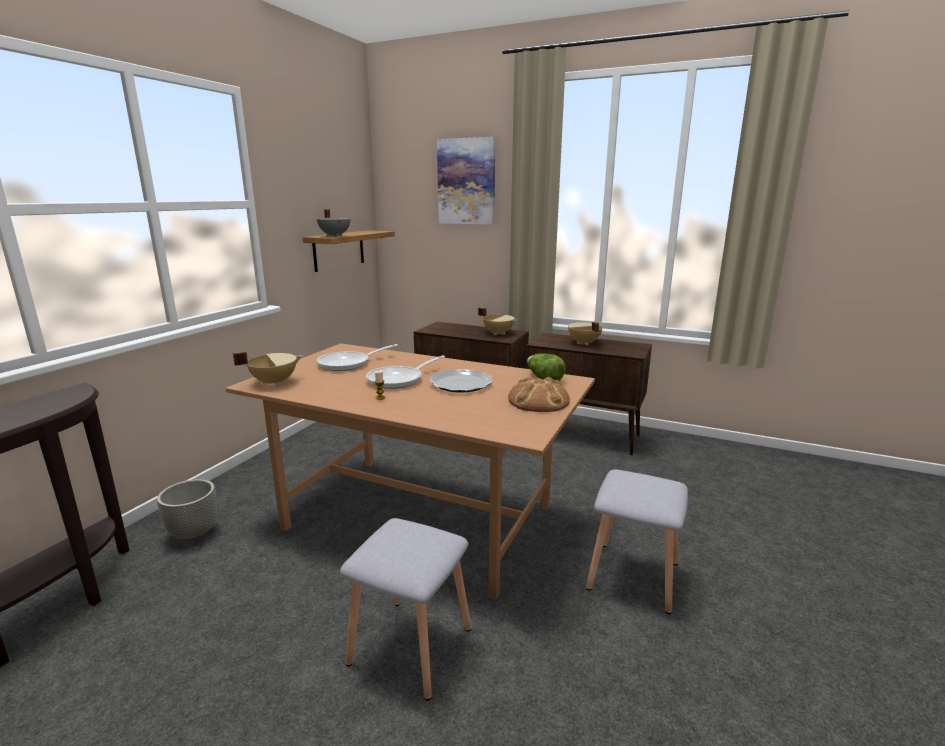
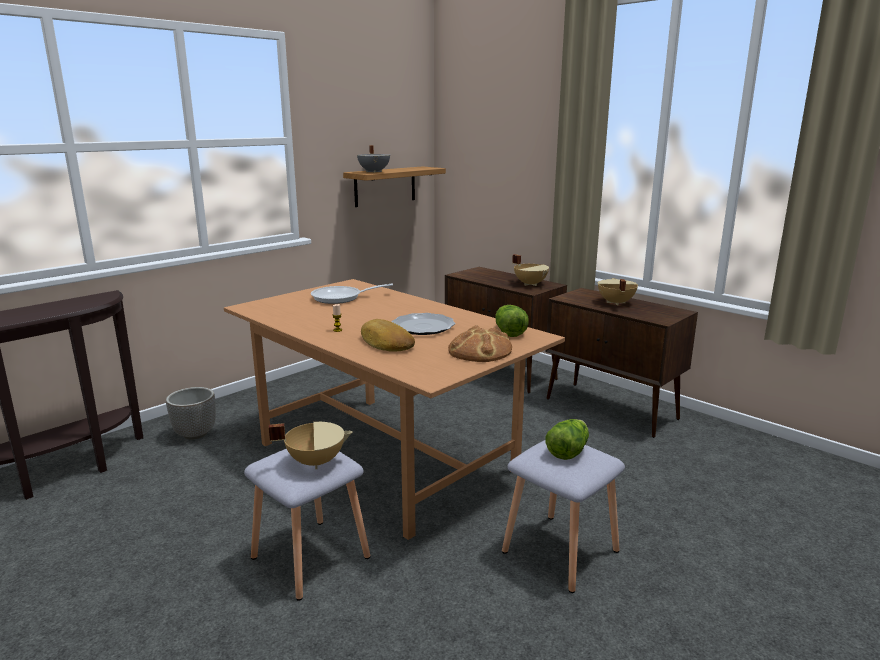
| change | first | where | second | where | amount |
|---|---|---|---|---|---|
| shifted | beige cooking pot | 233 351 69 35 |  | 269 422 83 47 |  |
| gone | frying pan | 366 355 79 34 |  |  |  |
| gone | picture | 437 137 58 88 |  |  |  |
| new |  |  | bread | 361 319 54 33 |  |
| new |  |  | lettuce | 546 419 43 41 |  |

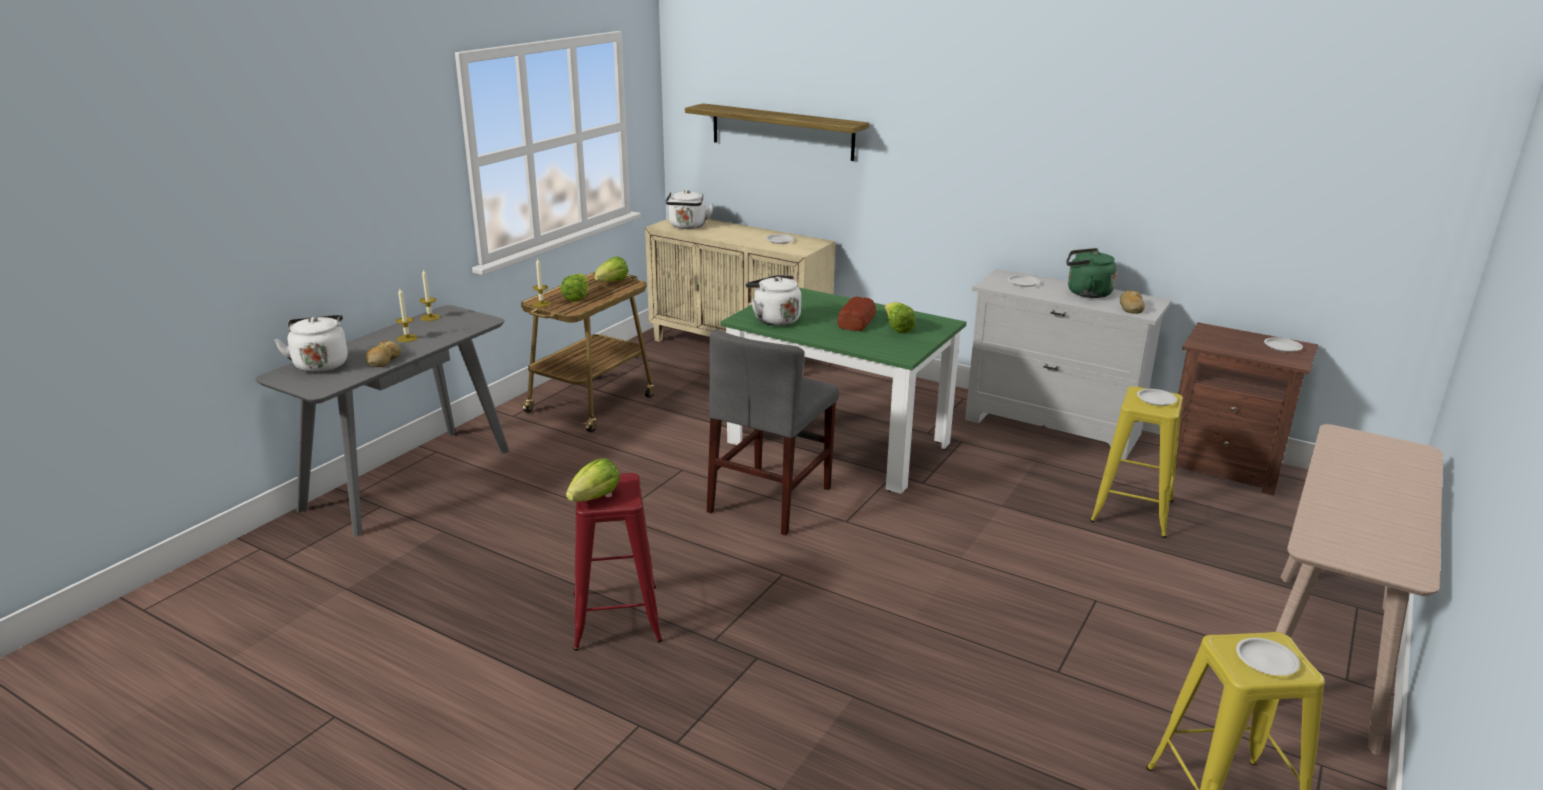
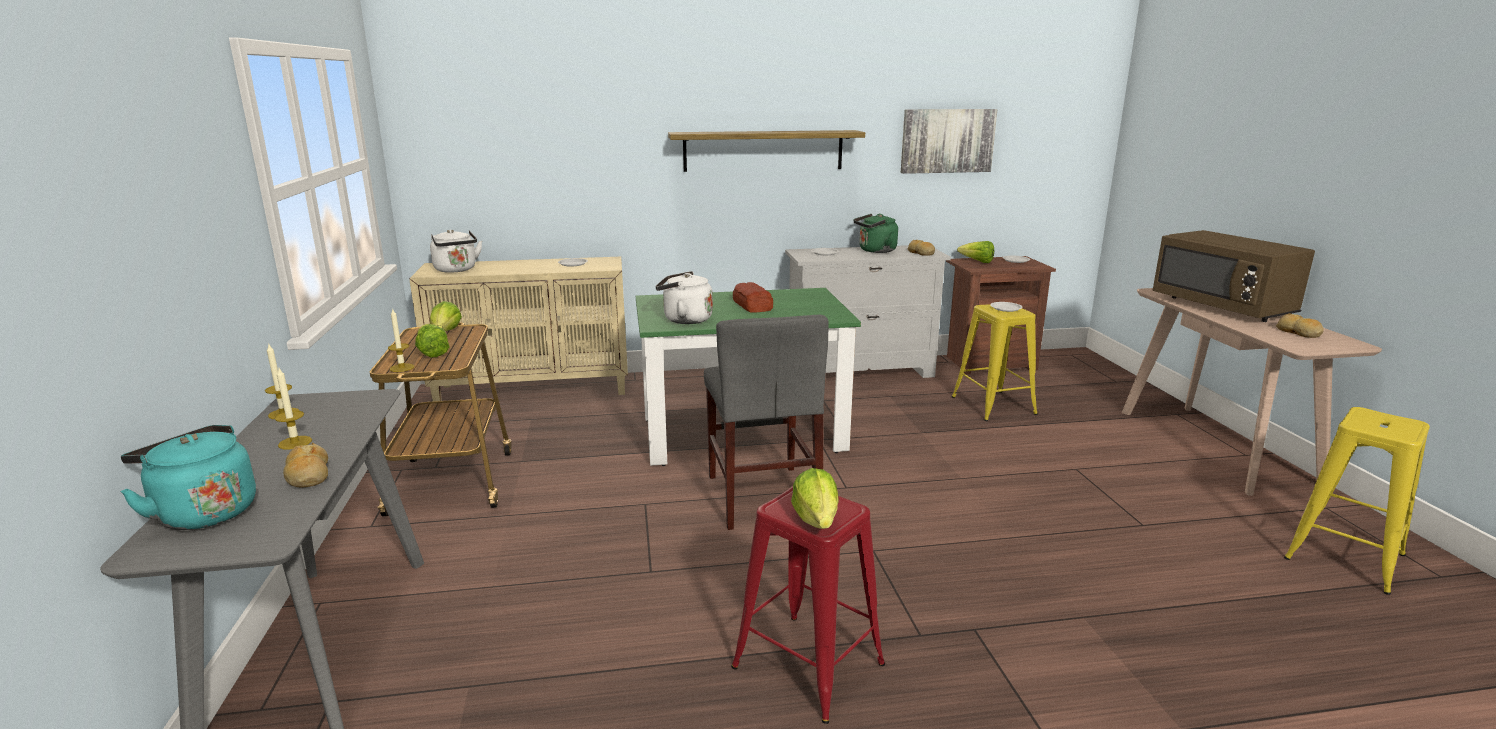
| change | first | where | second | where | amount |
|---|---|---|---|---|---|
| repainted | white kettle | 274 315 74 58 | turquoise kettle | 120 425 136 105 |  |
| shifted | shelf | 685 103 184 58 |  | 668 130 197 42 |  |
| shifted | lettuce | 884 302 32 31 |  | 957 241 37 22 |  |
| gone | white plate | 1236 638 64 38 |  |  |  |
| new |  |  | picture | 901 109 96 65 |  |
| new |  |  | brown microwave | 1153 230 162 92 |  |
| new |  |  | bread | 1276 313 48 25 |  |

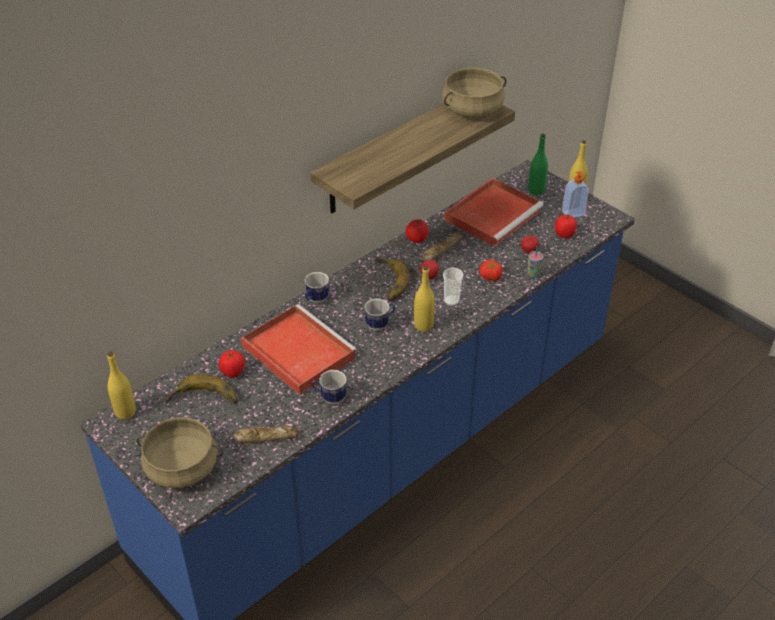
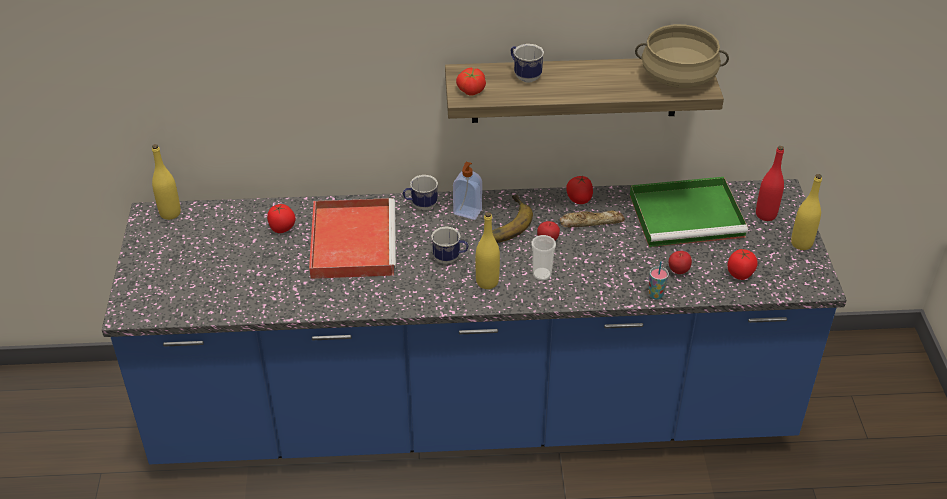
| change | first | where | second | where | amount |
|---|---|---|---|---|---|
| gone | beige cooking pot | 136 417 87 71 |  |  |  |
| gone | banana | 166 375 72 29 |  |  |  |
| gone | bread | 233 426 66 18 |  |  |  |
| shifted | mug | 312 370 34 34 |  | 511 44 33 39 |  |
| repainted | red tray | 444 178 100 69 | green tray | 630 177 118 70 |  |
| shifted | tomato | 479 259 24 22 |  | 456 68 30 28 |  |
| repainted | green bottle | 528 133 20 62 | red bottle | 756 146 28 75 |  |
| shifted | soap dispenser | 562 171 27 47 |  | 453 162 29 58 |  |

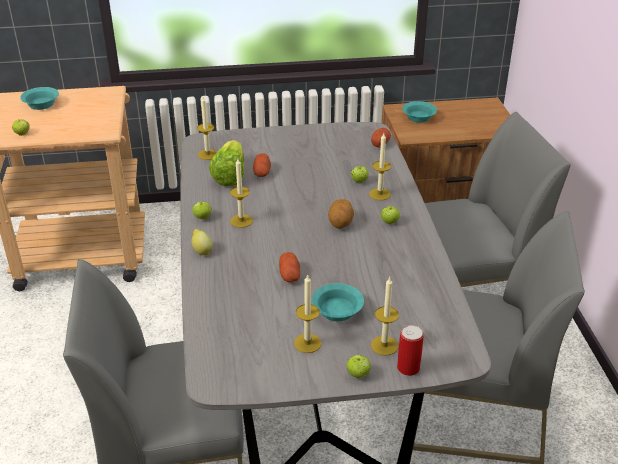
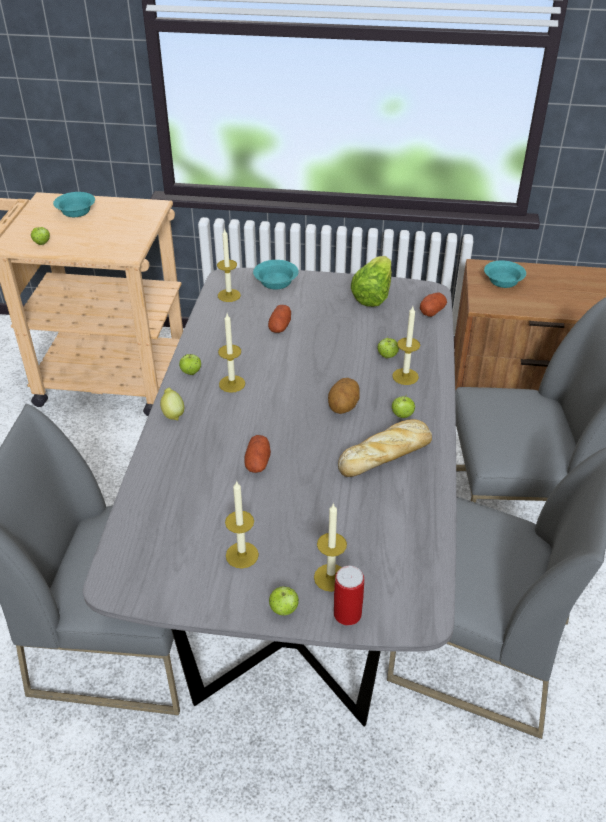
| change | first | where | second | where | amount |
|---|---|---|---|---|---|
| shifted | lettuce | 209 140 35 46 |  | 351 256 41 51 |  |
| shifted | turquoise bowl | 312 283 52 38 |  | 253 260 46 30 |  |
| new |  |  | bread | 338 419 94 58 |  |

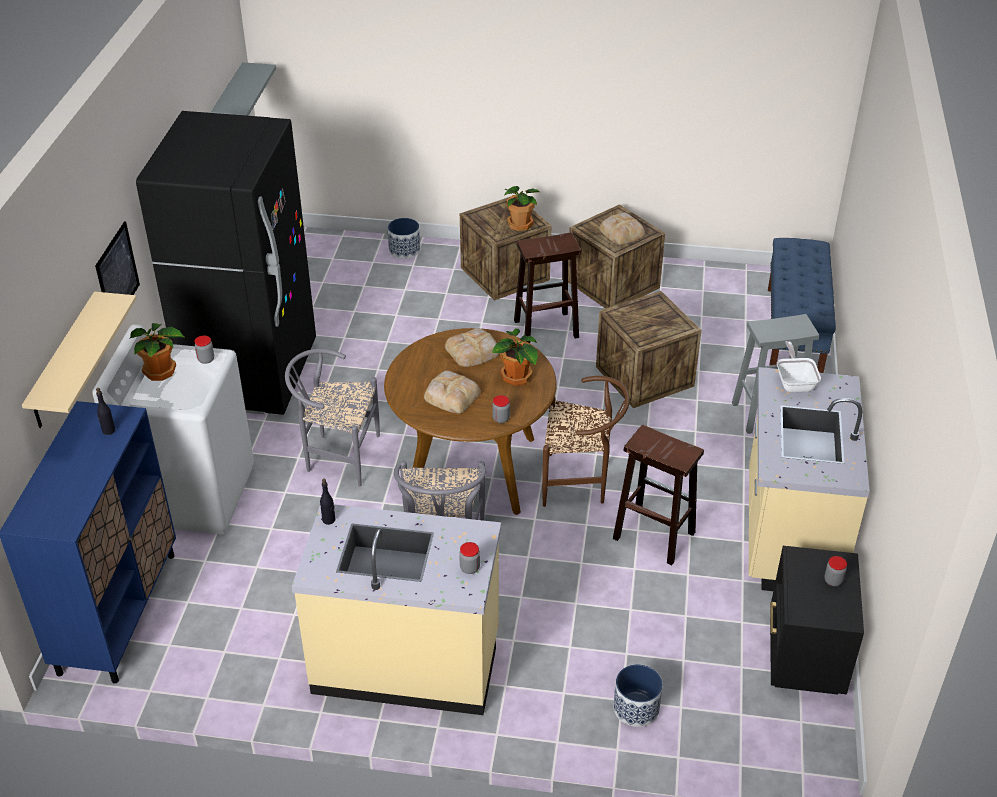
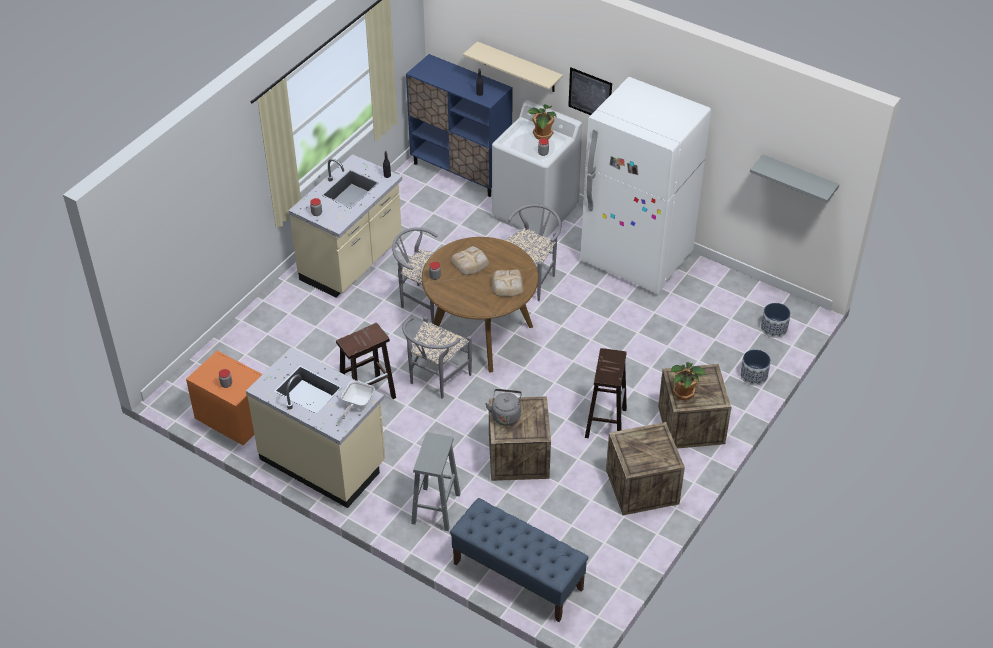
| change | first | where | second | where | amount |
|---|---|---|---|---|---|
| repainted | black fridge | 136 111 180 304 | white fridge | 580 77 131 217 |  |
| gone | potted plant | 492 329 46 57 |  |  |  |
| repainted | brown chair | 542 376 88 131 | grey chair | 402 316 70 82 |  |
| gone | bread | 599 213 46 32 |  |  |  |
| shifted | planter | 613 664 50 63 |  | 761 303 30 35 |  |
| repainted | black nightstand | 770 546 94 149 | orange nightstand | 186 351 77 94 |  |
| rotated | frying pan | 777 341 44 52 |  | 341 381 34 38 | 90 degrees clockwise |
| new |  |  | grey kettle | 485 389 37 37 |  |

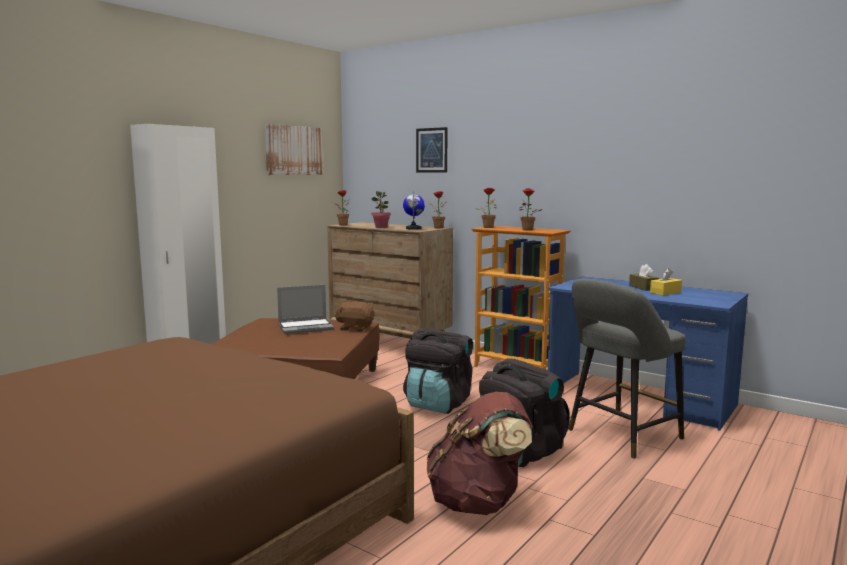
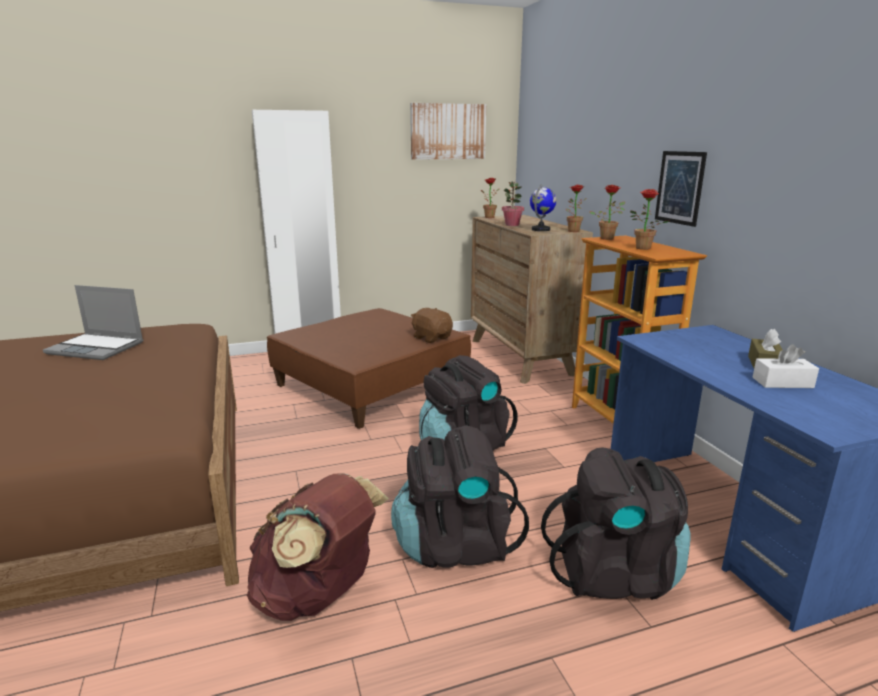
| change | first | where | second | where | amount |
|---|---|---|---|---|---|
| shifted | laptop | 277 285 57 49 |  | 43 285 100 75 |  |
| shifted | picture | 416 127 32 45 |  | 655 151 52 76 |  |
| swapped | grey stool | 568 279 117 180 | black backpack | 541 447 149 153 |  |
| repainted | yellow tissue box | 650 268 32 27 | white tissue box | 753 344 66 44 |  |

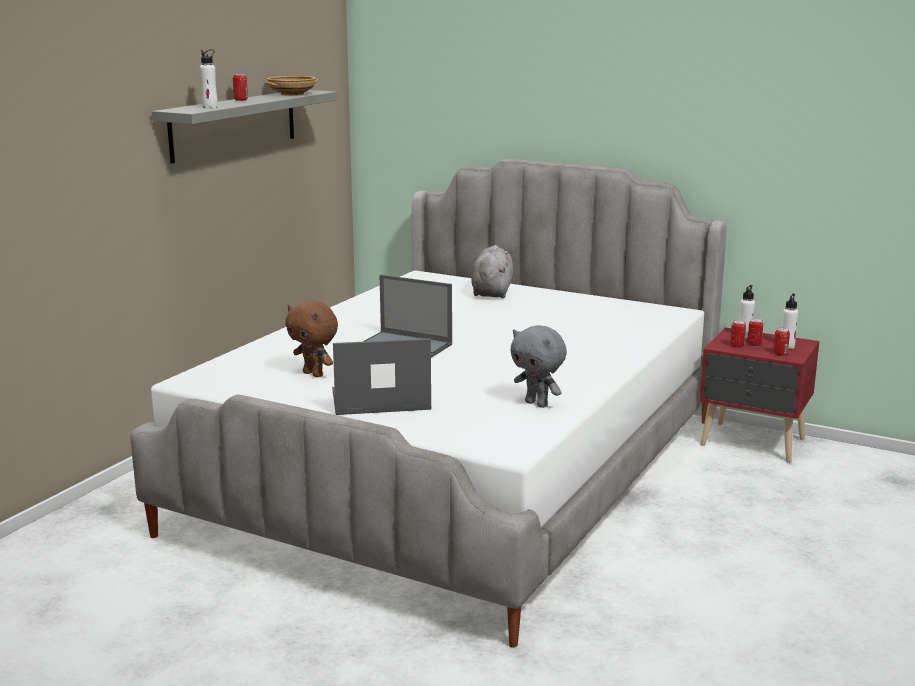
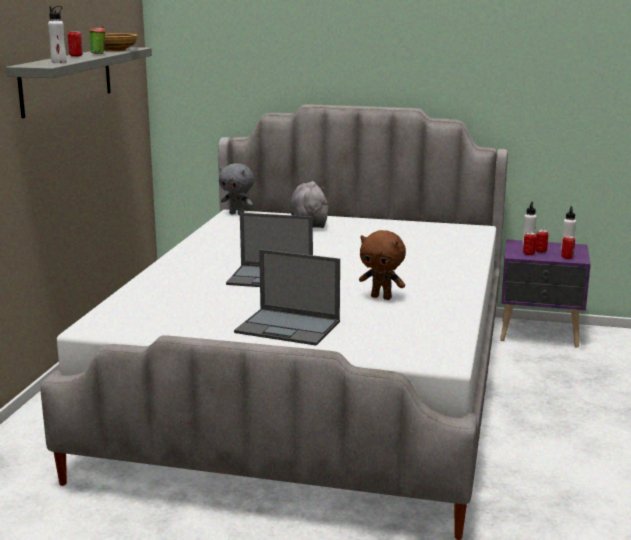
| change | first | where | second | where | amount |
|---|---|---|---|---|---|
| shifted | brown plush toy | 285 301 53 76 |  | 359 230 47 70 |  |
| rotated | laptop | 332 338 99 77 |  | 234 249 106 97 | 135 degrees counterclockwise |
| shifted | grey plush toy | 510 325 57 83 |  | 219 163 35 52 |  |
| repainted | red nightstand | 700 327 119 136 | purple nightstand | 500 239 91 109 |  |
| new |  |  | cup | 89 26 17 28 |  |

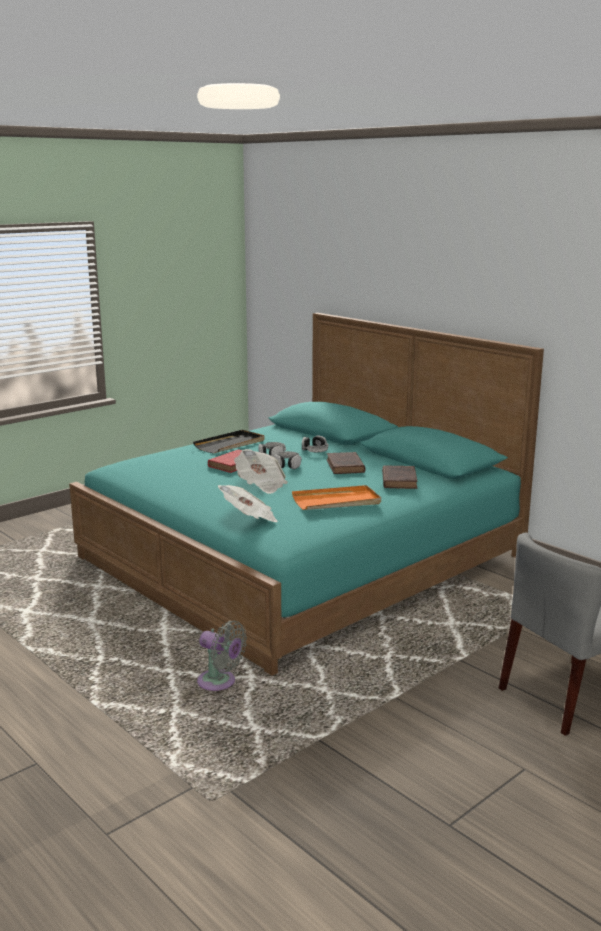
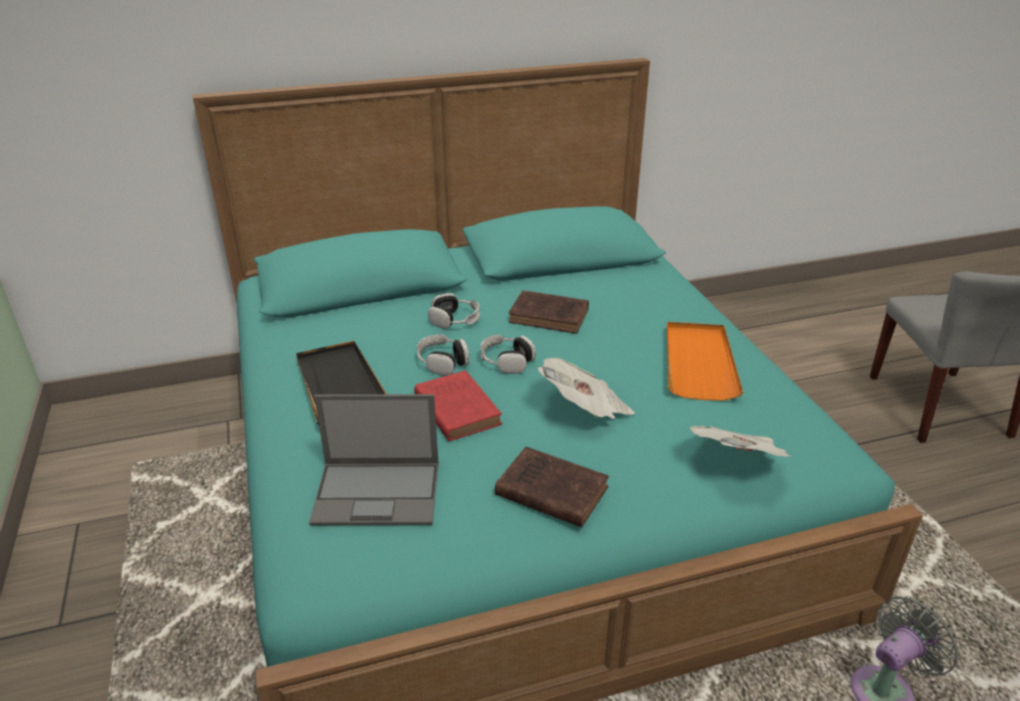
| change | first | where | second | where | amount |
|---|---|---|---|---|---|
| shifted | brown book | 382 465 36 24 |  | 495 447 114 80 |  |
| new |  |  | laptop | 309 394 130 132 |  |

